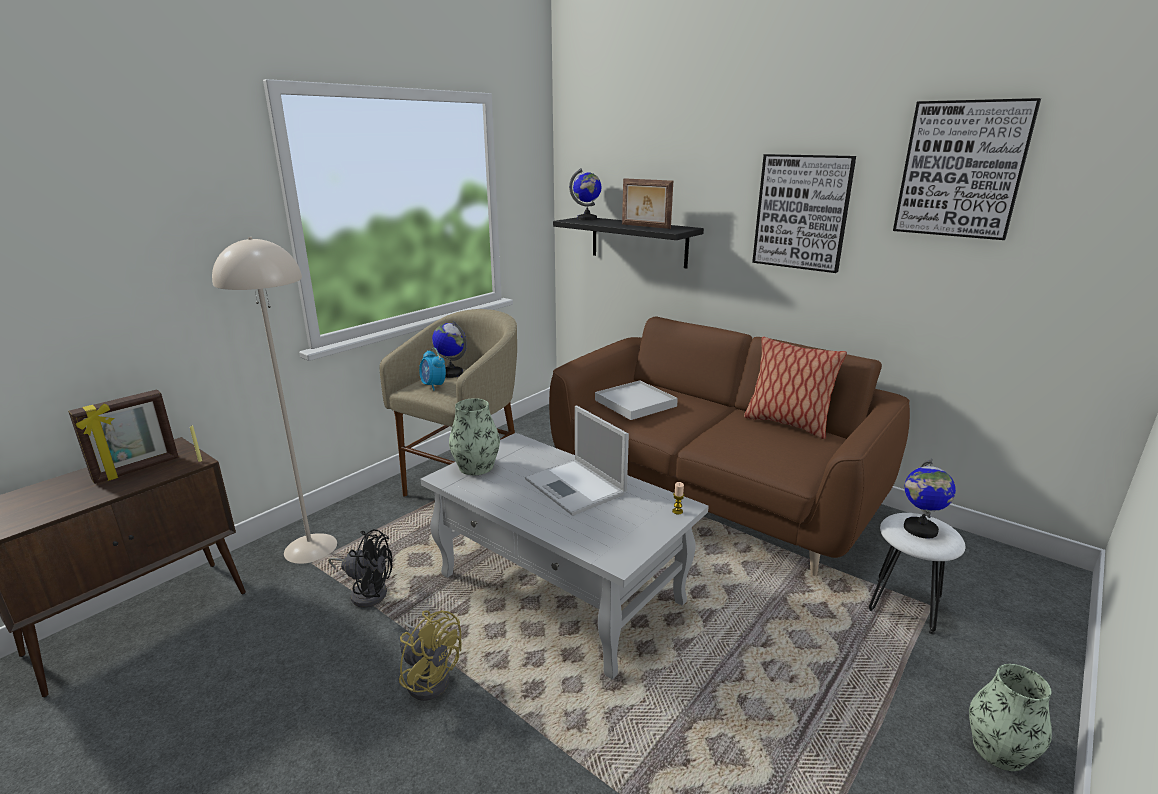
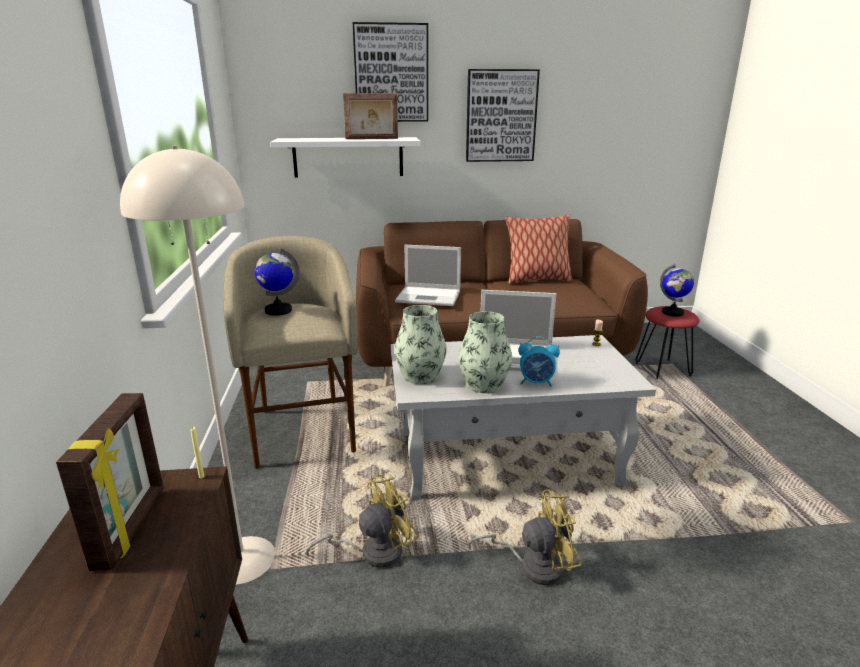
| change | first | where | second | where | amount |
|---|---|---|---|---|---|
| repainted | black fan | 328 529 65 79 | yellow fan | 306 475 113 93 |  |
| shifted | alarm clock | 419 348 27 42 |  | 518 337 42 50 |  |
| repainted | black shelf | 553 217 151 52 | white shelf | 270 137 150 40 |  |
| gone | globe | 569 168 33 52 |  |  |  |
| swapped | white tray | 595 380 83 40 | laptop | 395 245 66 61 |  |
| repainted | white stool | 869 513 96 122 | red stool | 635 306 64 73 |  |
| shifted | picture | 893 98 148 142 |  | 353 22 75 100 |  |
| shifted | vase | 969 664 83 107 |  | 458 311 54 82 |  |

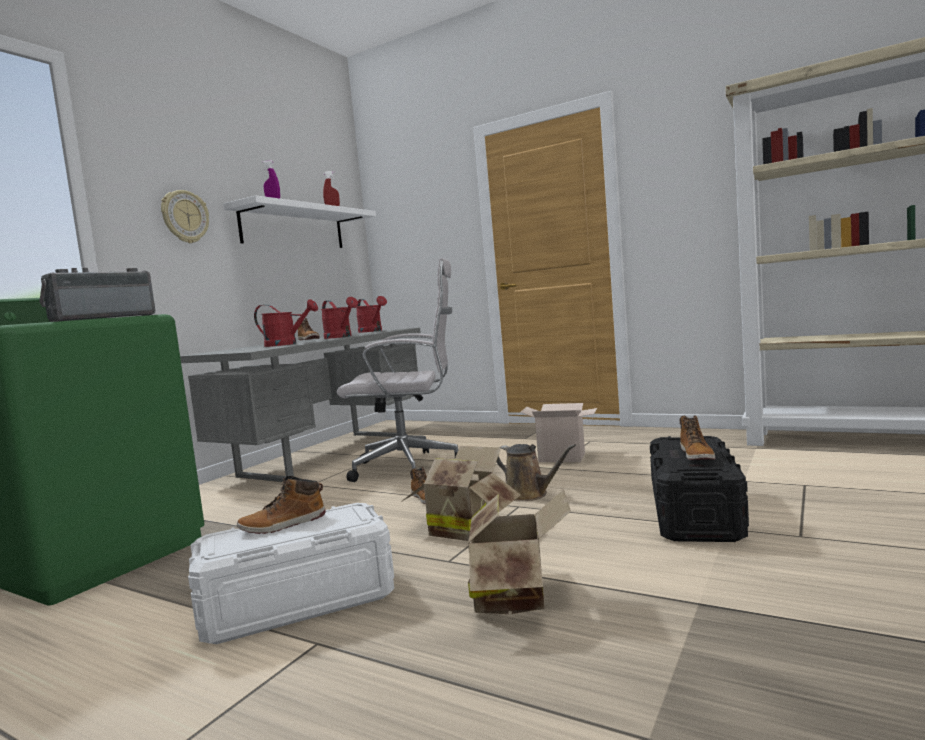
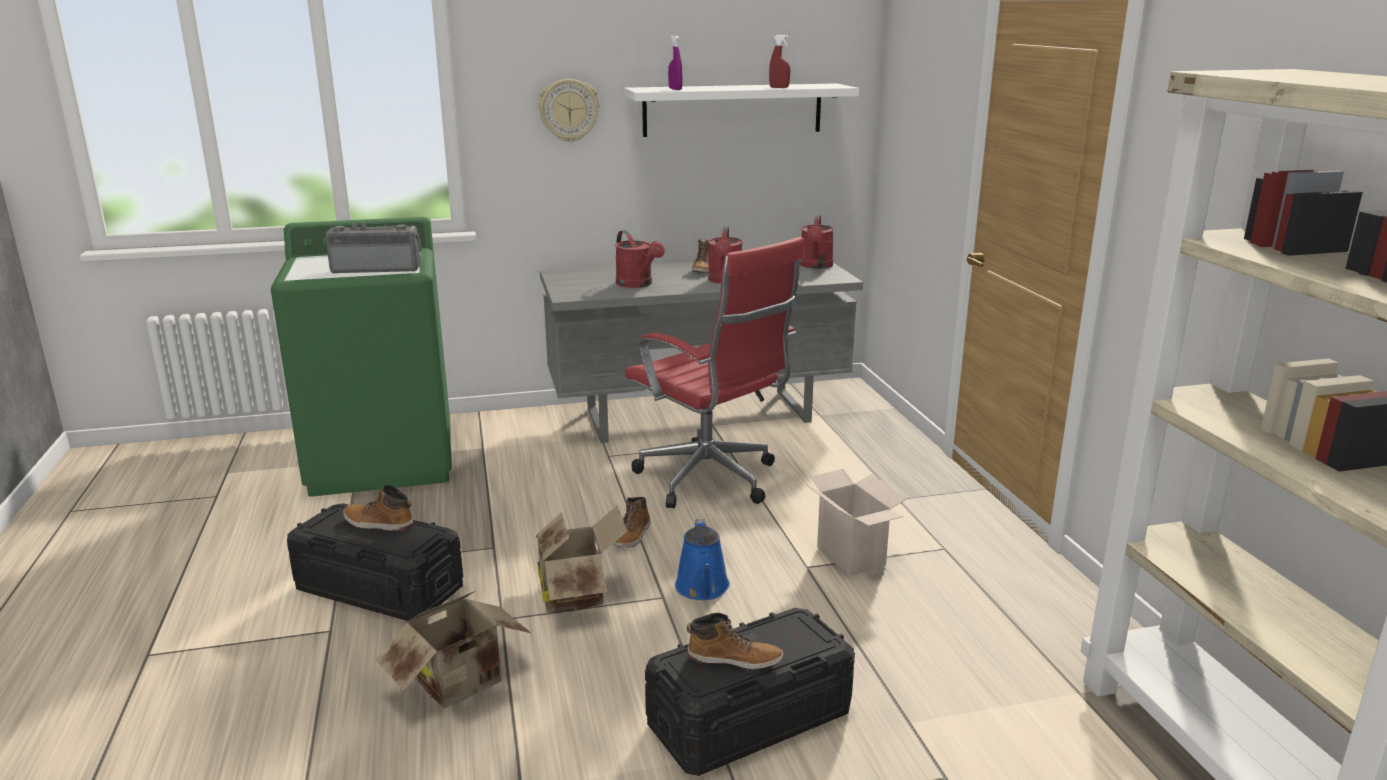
| change | first | where | second | where | amount |
|---|---|---|---|---|---|
| repainted | white storage box | 188 503 206 141 | black storage box | 287 503 176 118 |  |
| repainted | white office chair | 337 258 121 224 | red office chair | 625 237 180 271 |  |
| repainted | brown watering can | 496 444 80 57 | blue watering can | 675 519 55 81 |  |
| rotated | boot | 680 415 35 45 |  | 687 613 96 57 | 135 degrees counterclockwise |

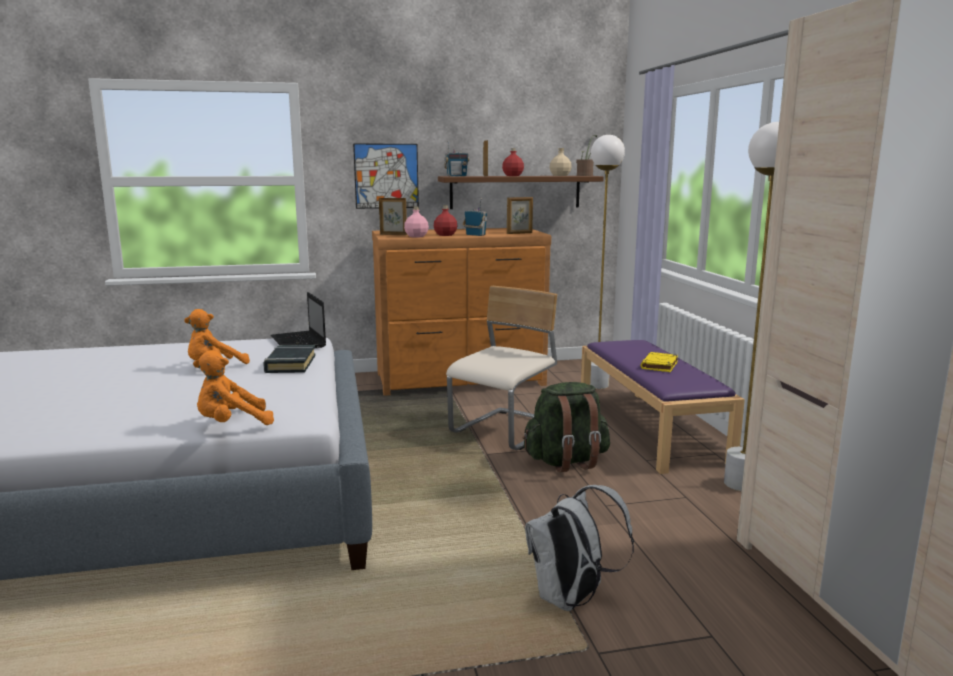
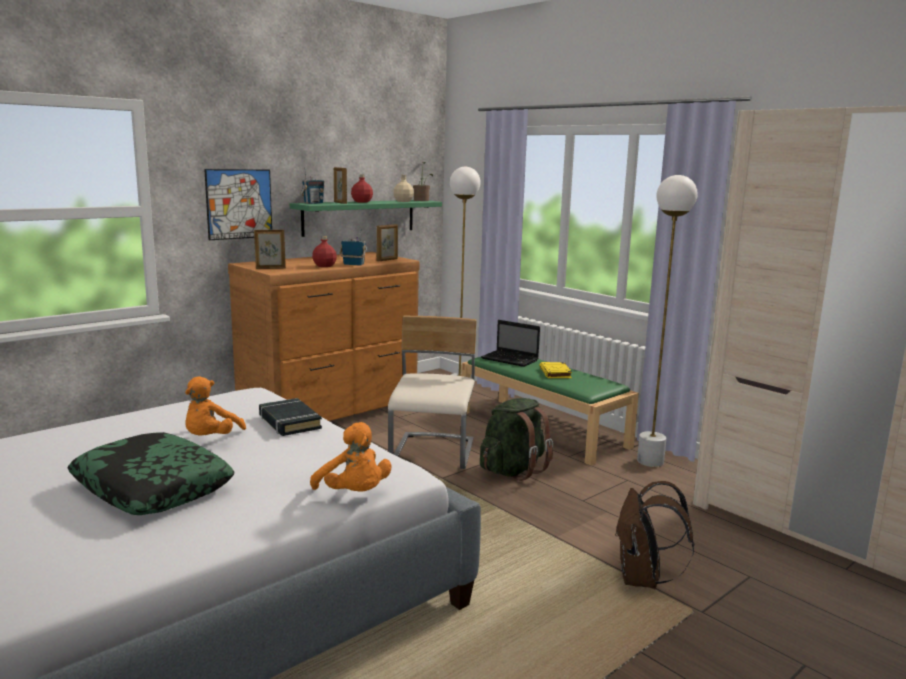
| change | first | where | second | where | amount |
|---|---|---|---|---|---|
| rotated | orange plush toy | 193 350 81 75 |  | 310 422 82 70 | 75 degrees counterclockwise |
| shifted | laptop | 271 292 55 56 |  | 481 320 59 47 |  |
| gone | pink bottle | 404 206 25 32 |  |  |  |
| repainted | brown shelf | 438 176 166 33 | green shelf | 290 200 152 37 |  |
| repainted | white backpack | 525 485 109 126 | brown backpack | 615 481 80 108 |  |
| repainted | purple bench | 581 340 164 134 | green bench | 461 357 178 109 |  |
| new |  |  | pillow | 68 432 167 83 |  |

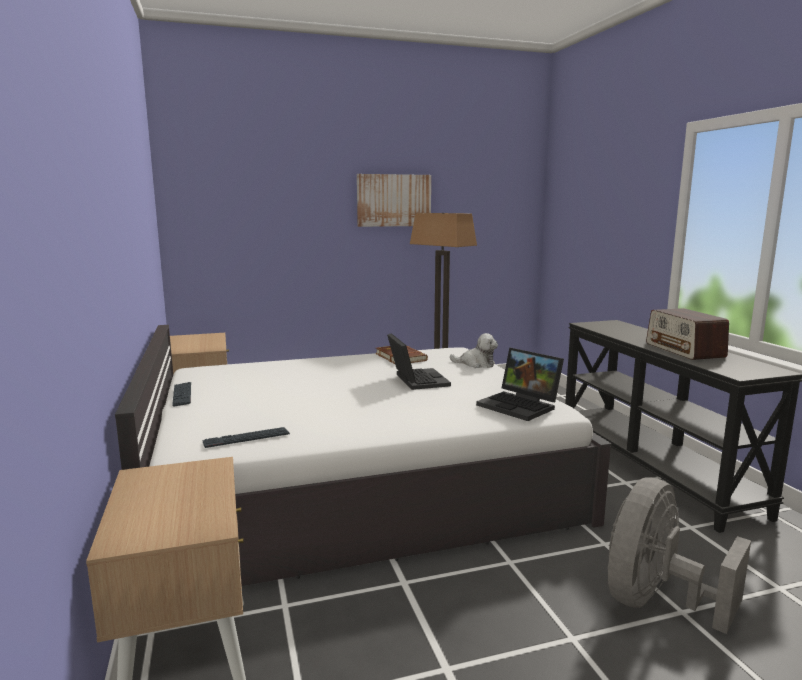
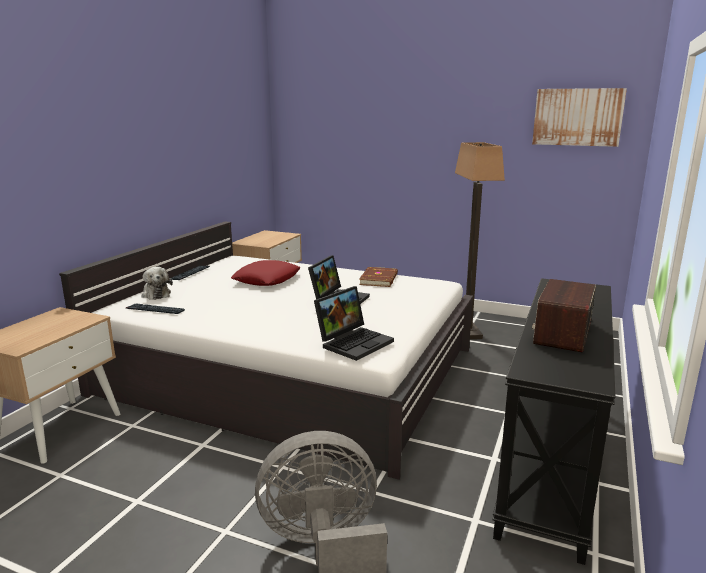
| change | first | where | second | where | amount |
|---|---|---|---|---|---|
| shifted | picture | 357 174 74 53 |  | 532 88 95 59 |  |
| shifted | plush toy | 450 333 48 35 |  | 141 267 32 33 |  |
| rotated | laptop | 476 348 88 73 |  | 314 286 80 75 | 135 degrees counterclockwise |
| new |  |  | red pillow | 231 260 69 26 |  |

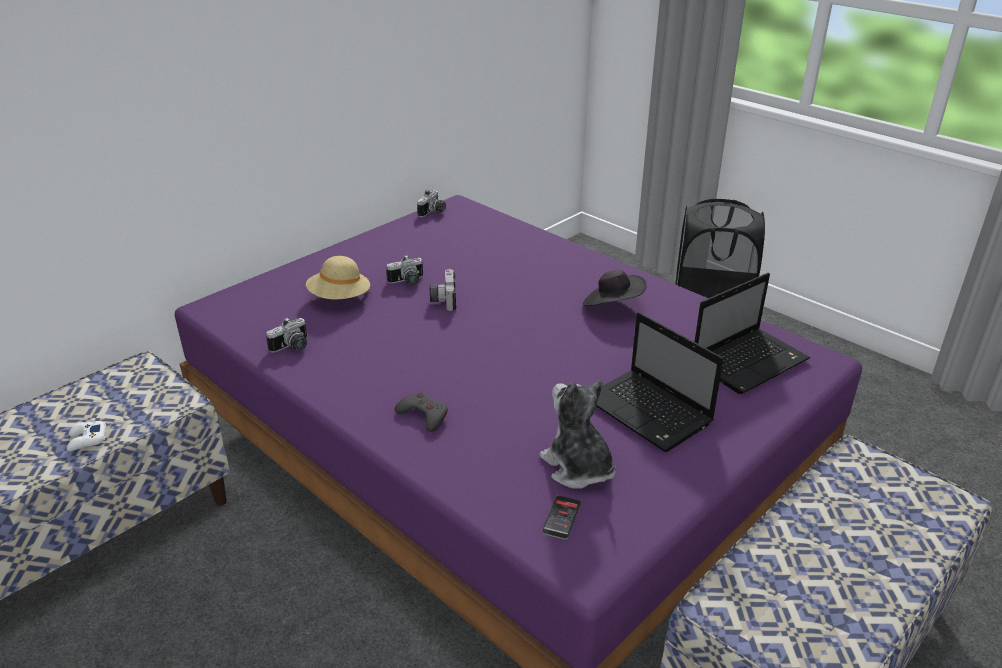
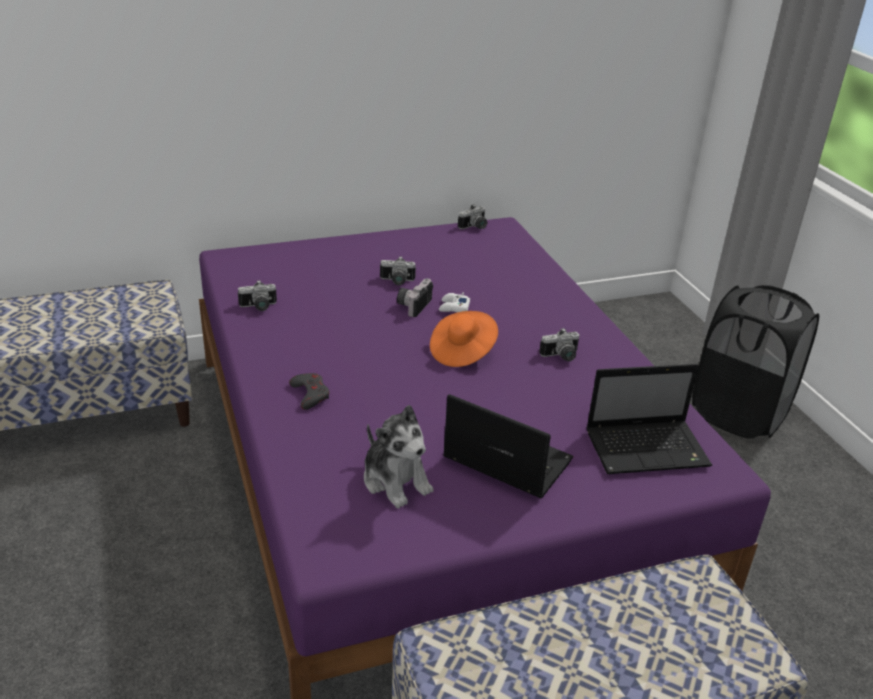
| change | first | where | second | where | amount |
|---|---|---|---|---|---|
| shifted | white game controller | 67 418 39 33 |  | 439 292 31 20 |  |
| gone | beige hat | 306 256 64 43 |  |  |  |
| rotated | plush toy | 539 380 77 109 |  | 364 405 70 103 | 150 degrees clockwise |
| gone | phone | 541 495 40 45 |  |  |  |
| swapped | black hat | 583 270 64 36 | photo camera | 539 328 40 33 |  |
| rotated | laptop | 596 312 128 140 |  | 443 394 130 104 | 135 degrees clockwise |
| new |  |  | orange hat | 430 311 68 56 |  |

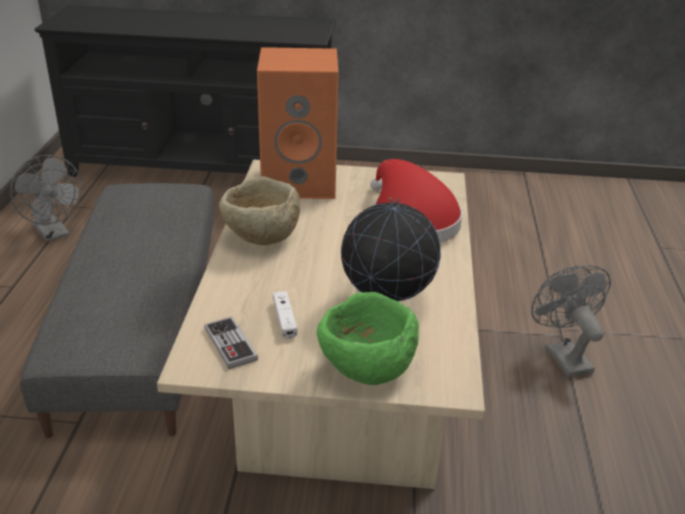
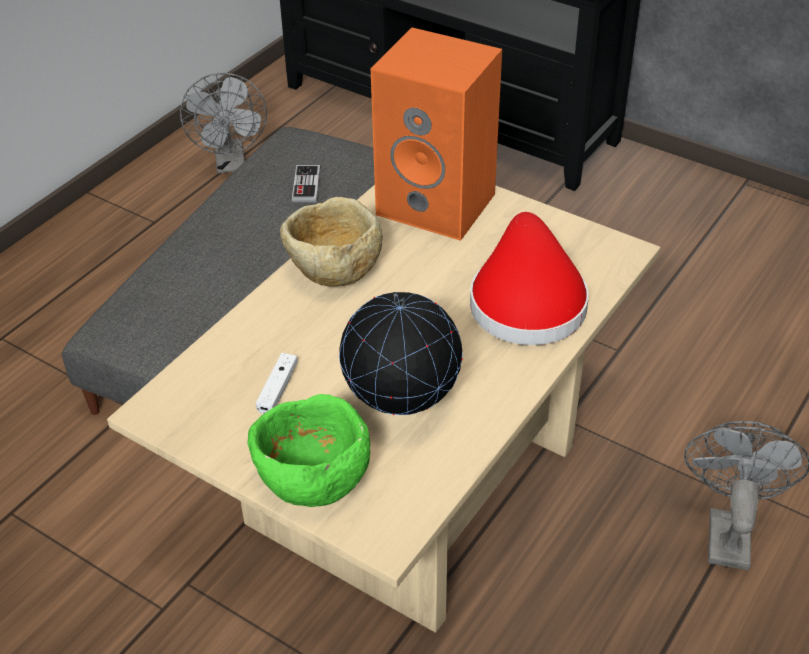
| change | first | where | second | where | amount |
|---|---|---|---|---|---|
| shifted | game controller | 204 317 54 52 |  | 292 165 28 37 |  |

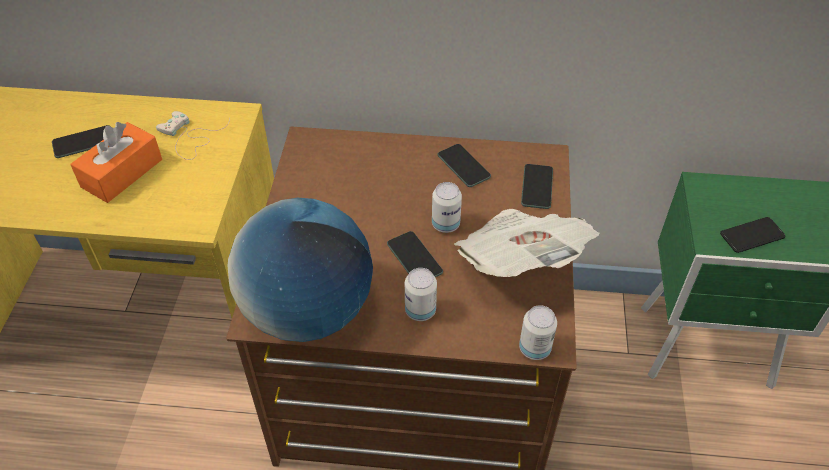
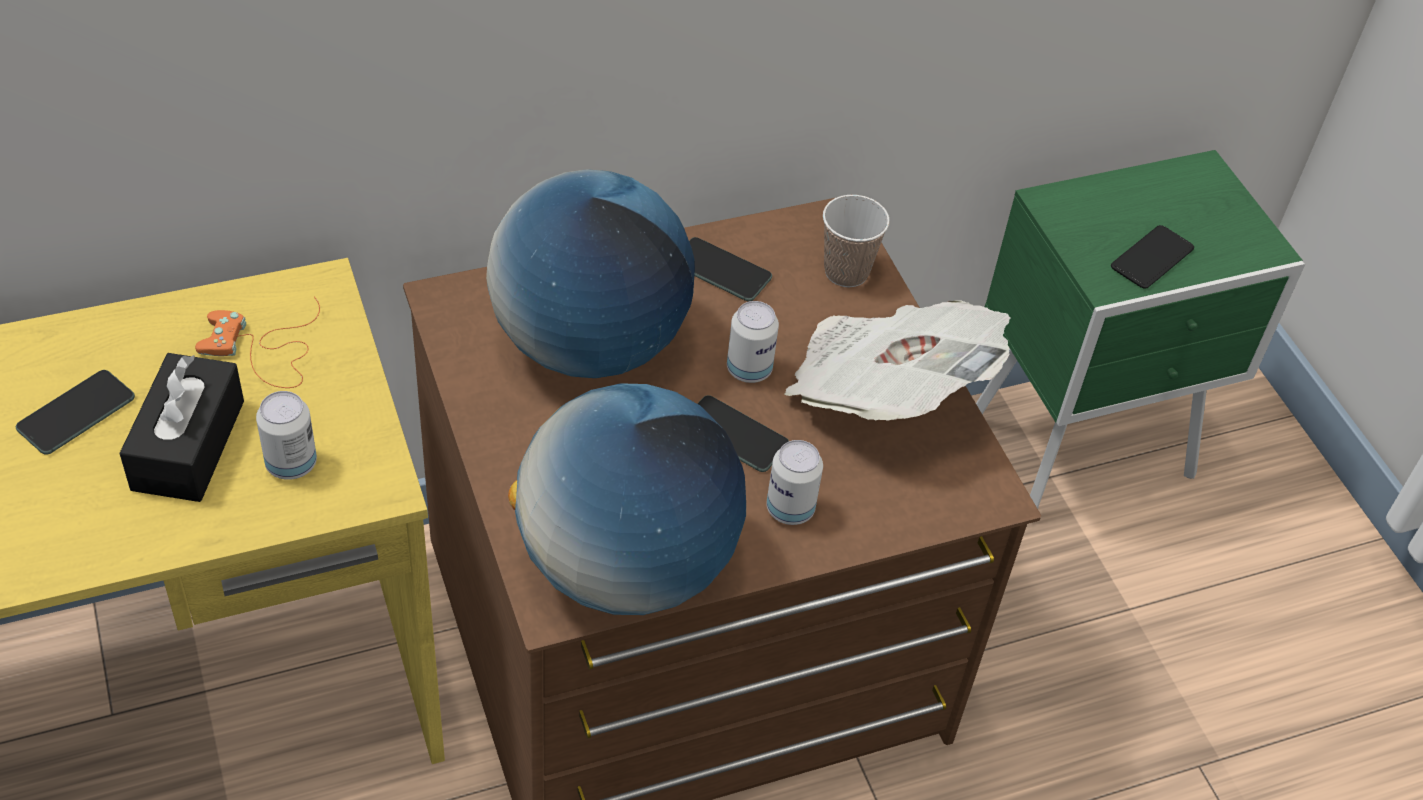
| change | first | where | second | where | amount |
|---|---|---|---|---|---|
| repainted | orange tissue box | 70 122 92 81 | black tissue box | 119 353 125 149 |  |
| repainted | white game controller | 156 111 74 49 | orange game controller | 195 297 125 91 |  |
| shifted | can | 519 305 38 55 |  | 256 391 61 89 |  |
| swapped | phone | 521 164 32 45 | cup | 823 195 67 92 |  |
| new |  |  | globe | 486 169 209 209 |  |

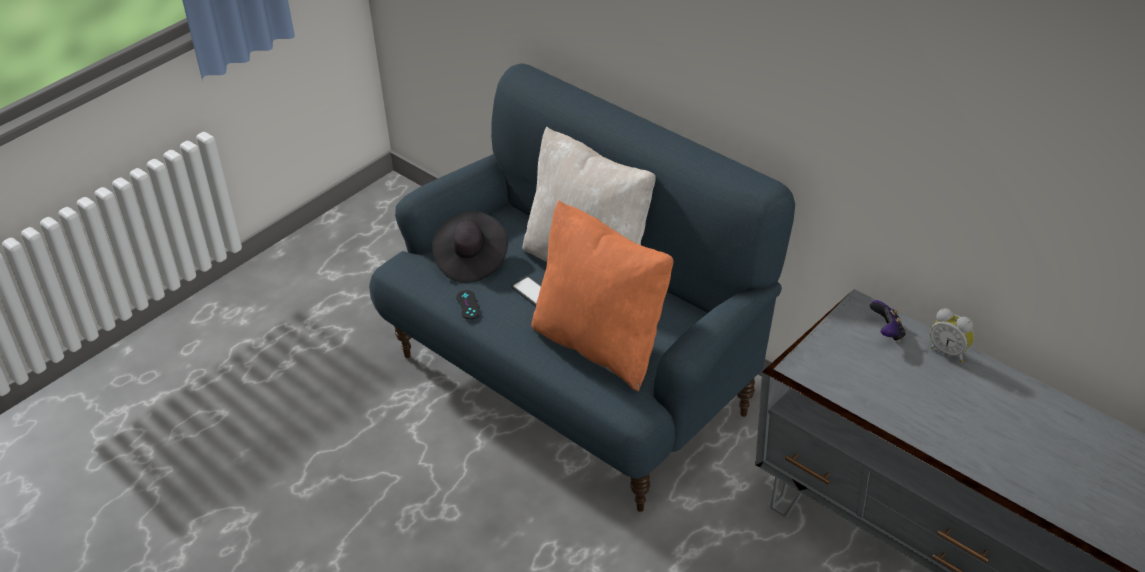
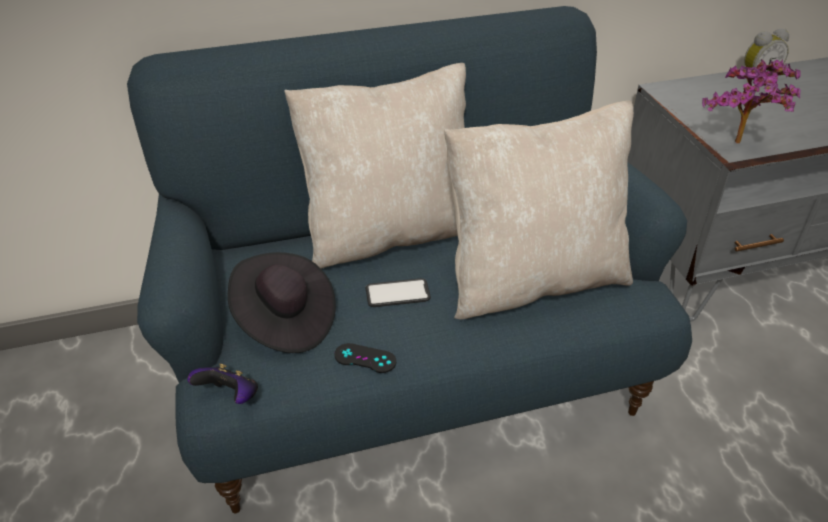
| change | first | where | second | where | amount |
|---|---|---|---|---|---|
| repainted | orange pillow | 531 200 143 191 | beige pillow | 444 101 190 219 |  |
| shifted | game controller | 870 300 36 41 |  | 188 363 70 41 |  |
| new |  |  | potted plant | 702 59 99 84 |  |

